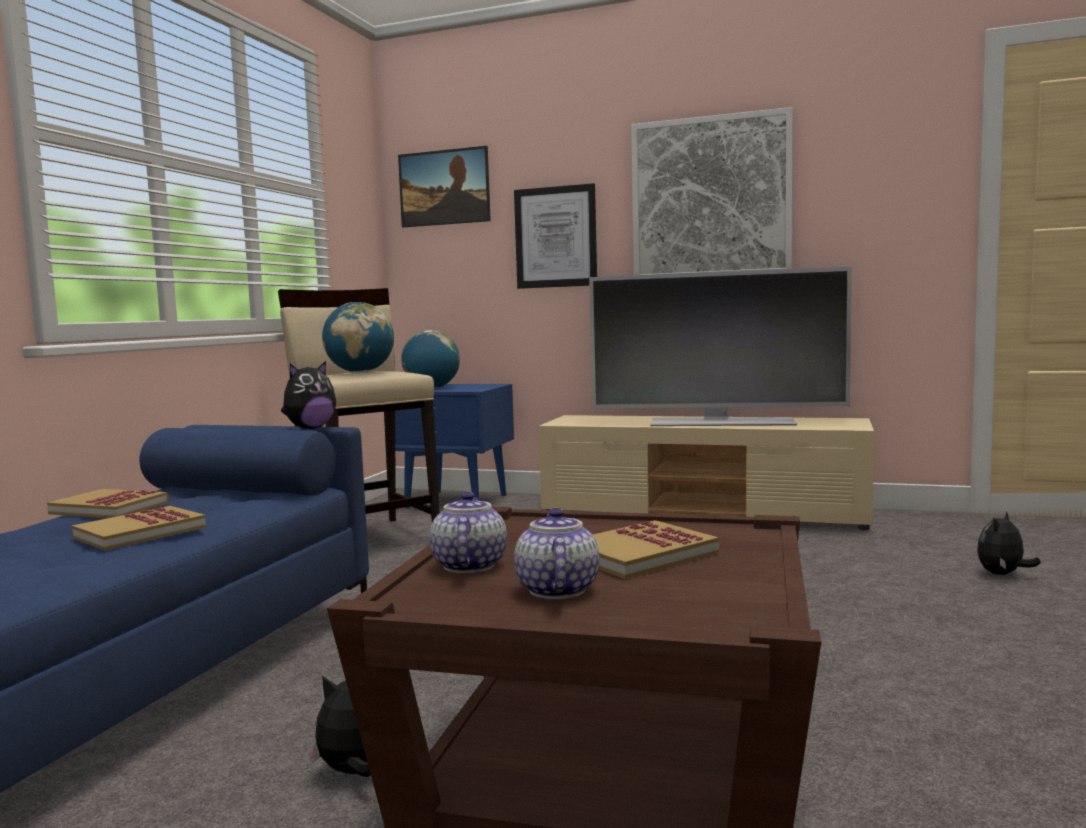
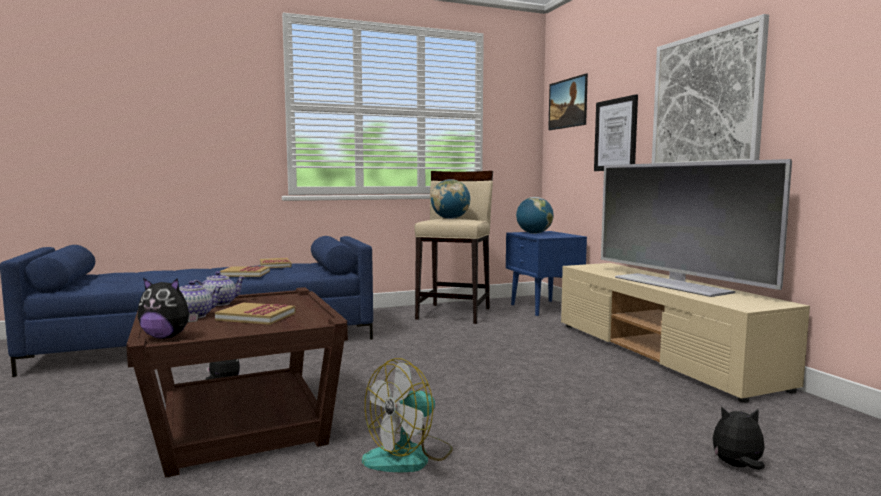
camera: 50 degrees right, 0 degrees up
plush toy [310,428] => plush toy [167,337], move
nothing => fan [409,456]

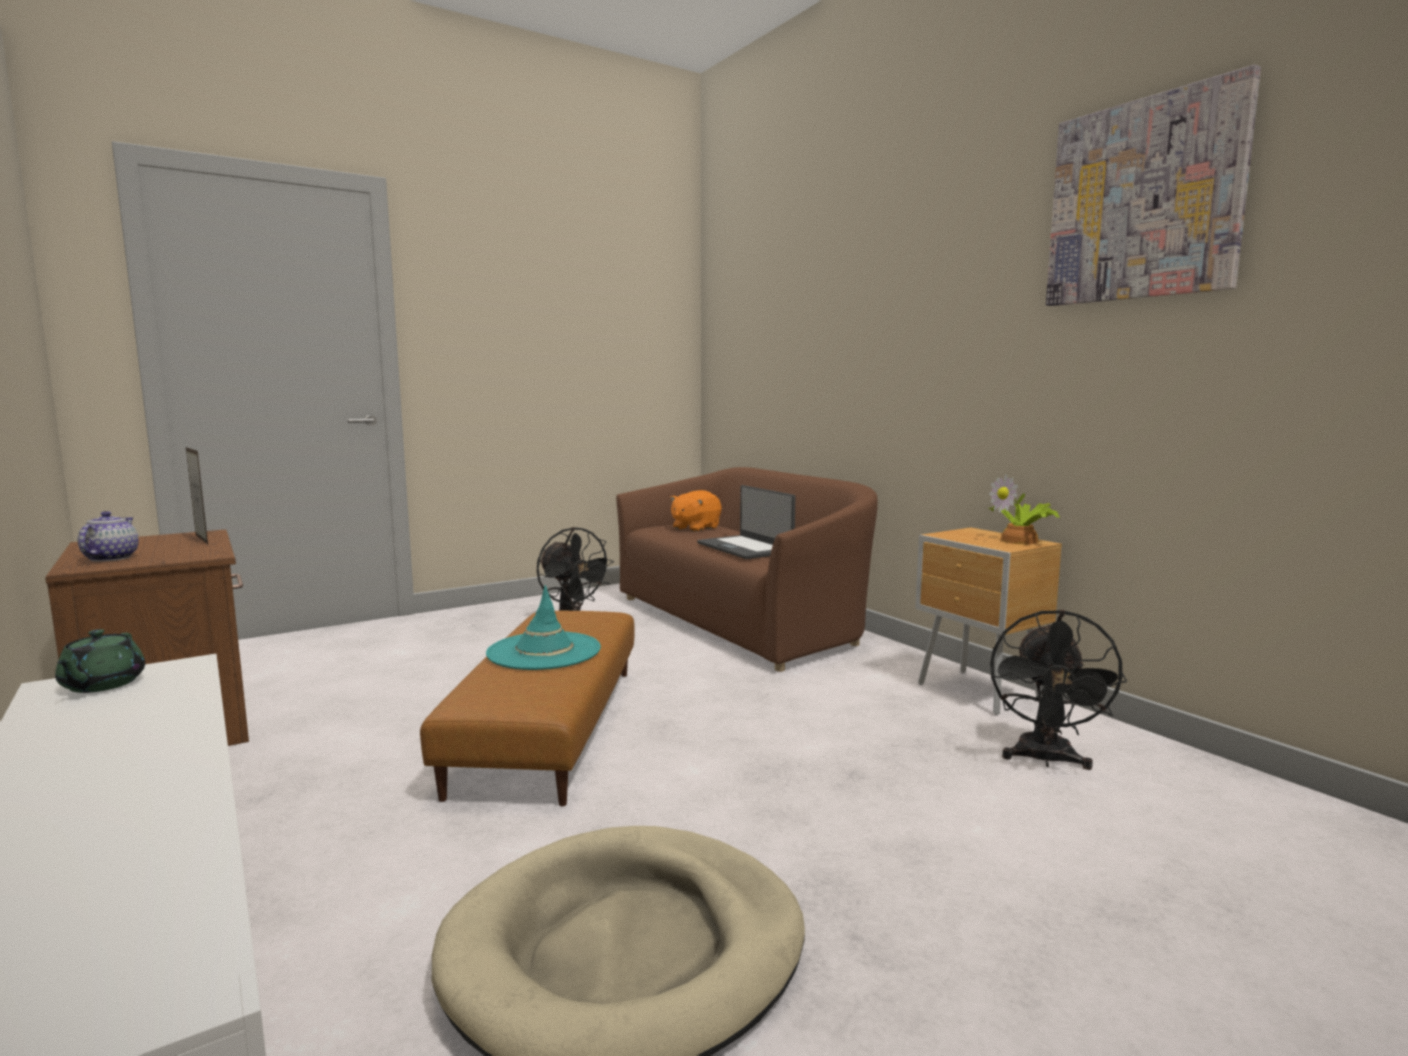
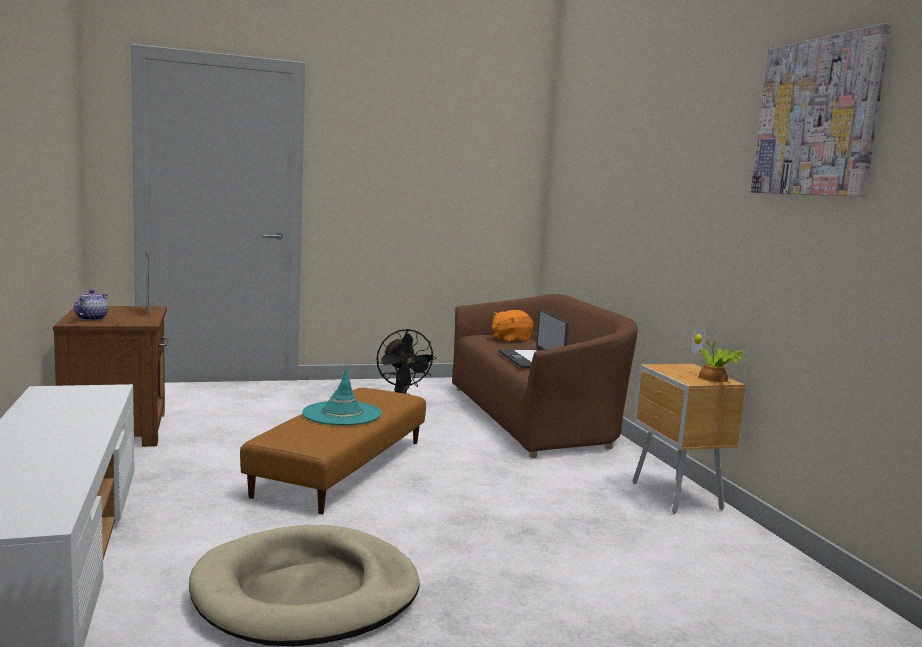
camera: 15 degrees right, 0 degrees up
teapot (green) [101,685] => nothing
fan (black) [1045,760] => nothing

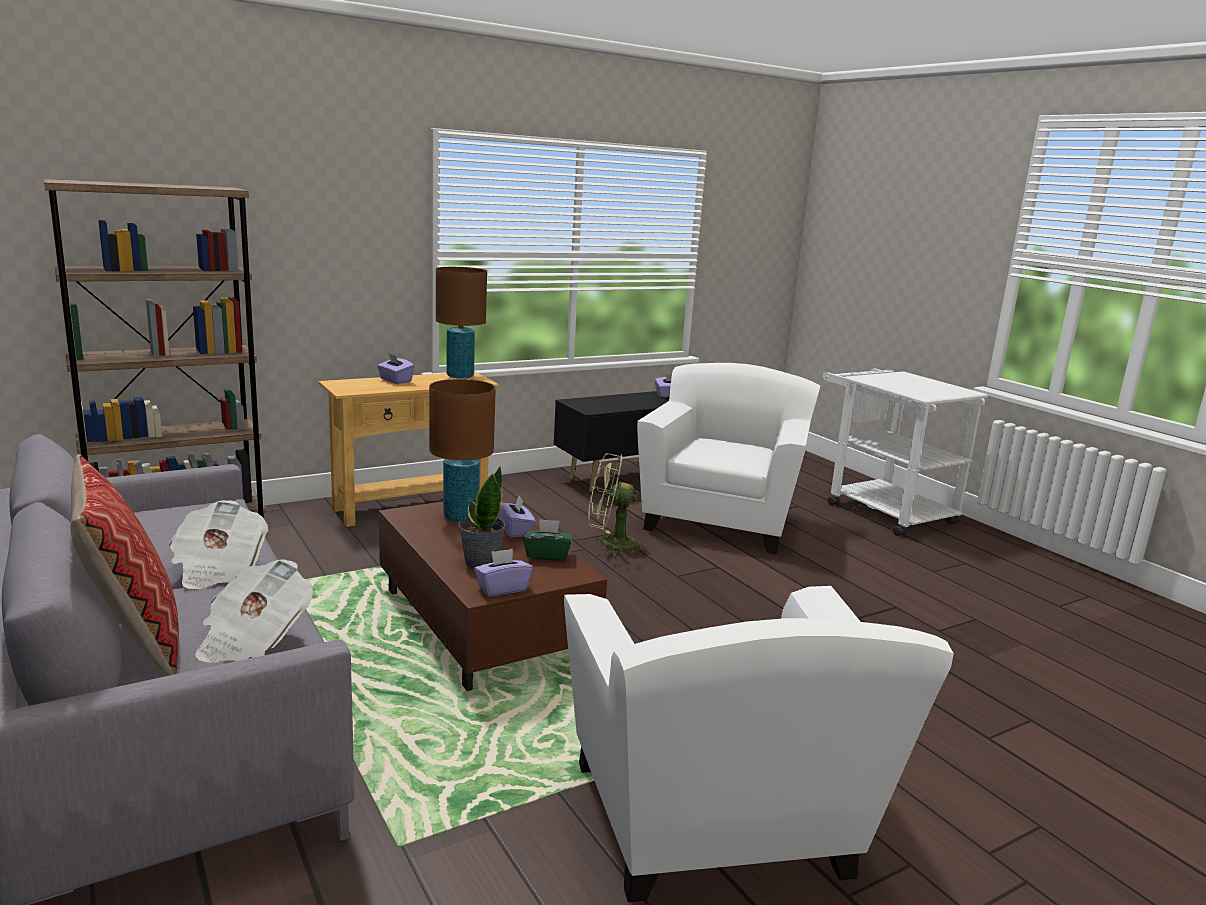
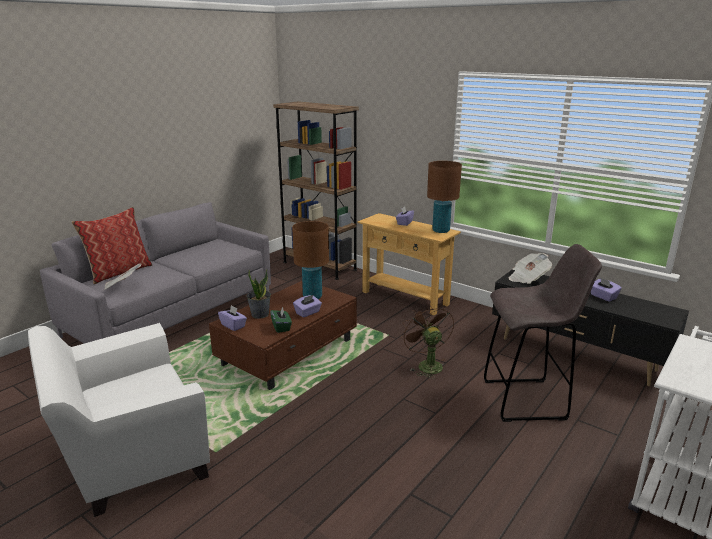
camera: 70 degrees right, 5 degrees up
fan (green) [610,543] => fan (brown) [426,365]
armchair (white) [721,520] => stool (grey) [527,400]
newspaper [218,568] => newspaper [528,278], move

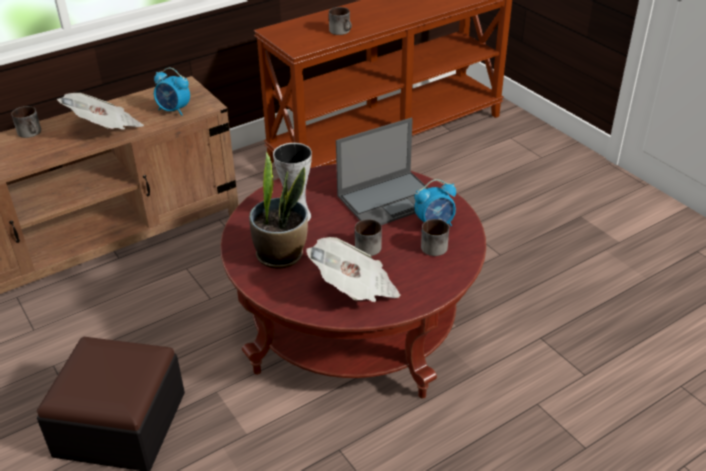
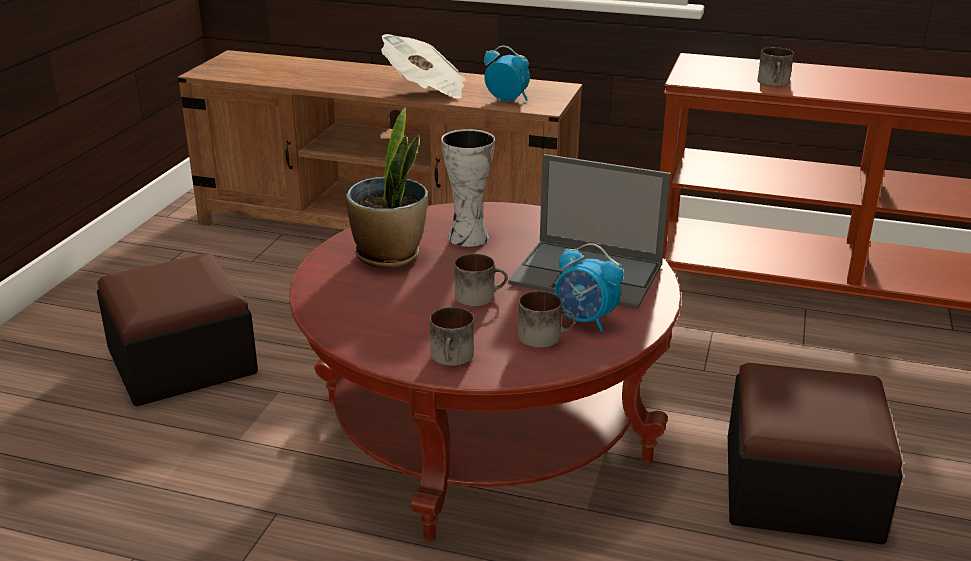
camera: 50 degrees right, 10 degrees down
mug [32,132] => mug [453,358], move
alarm clock [174,110] => alarm clock [507,99], 135 degrees clockwise
nothing => ottoman [801,488]
newspaper [355,289] => nothing

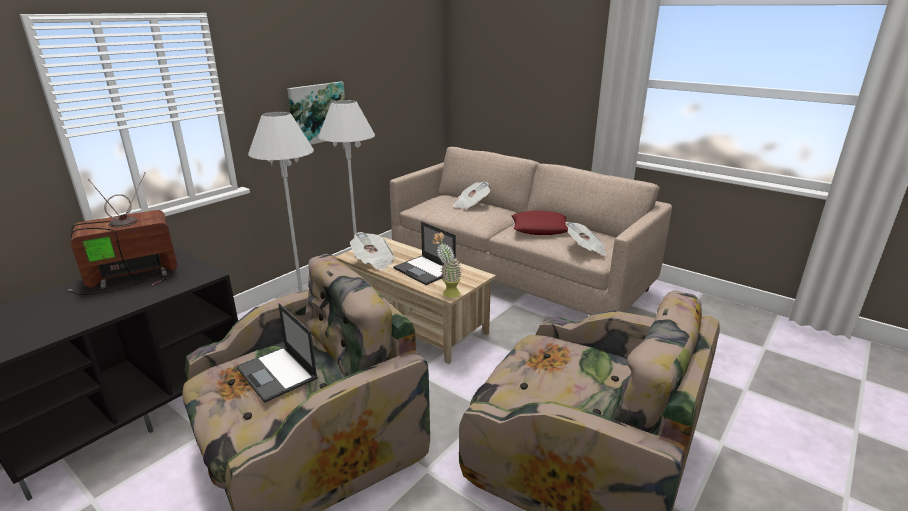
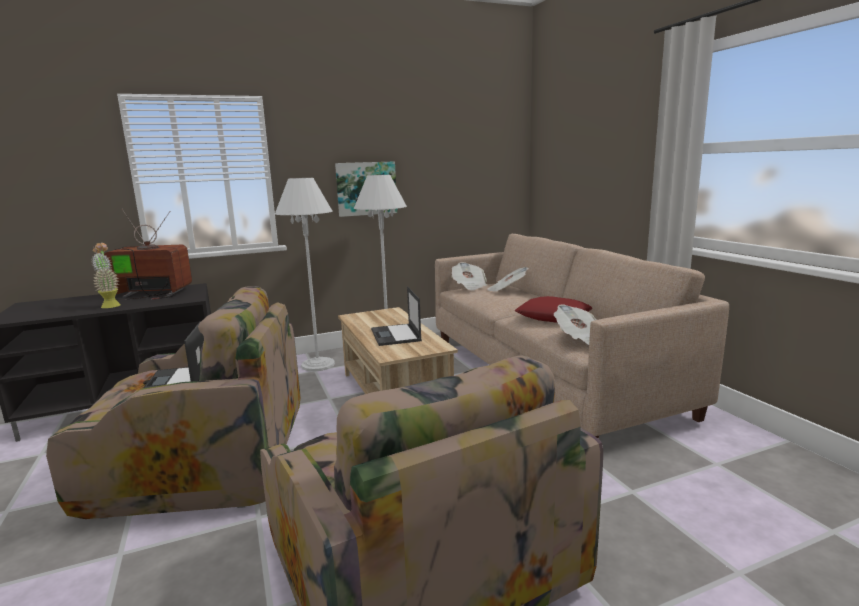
camera: 30 degrees right, 10 degrees down
potted plant [447,292] => potted plant [110,305], move
newspaper [373,261] => newspaper [469,286], move

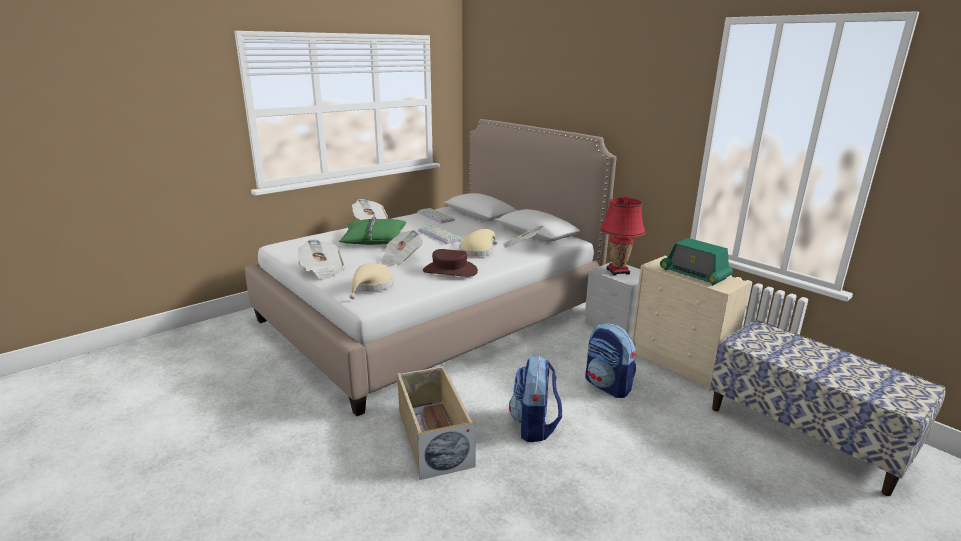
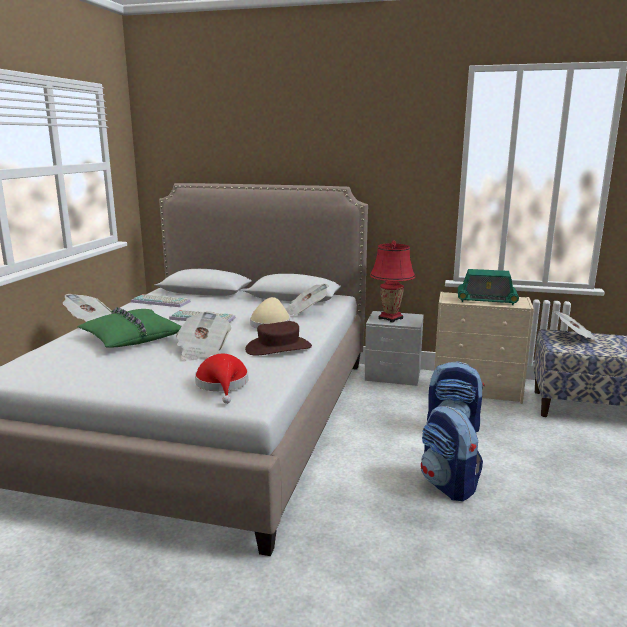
camera: 35 degrees left, 5 degrees down
hat (beige) [371,286] => hat (red) [223,384]
newspaper [322,271] => newspaper [575,338], move
storage box (beige) [433,437] => nothing

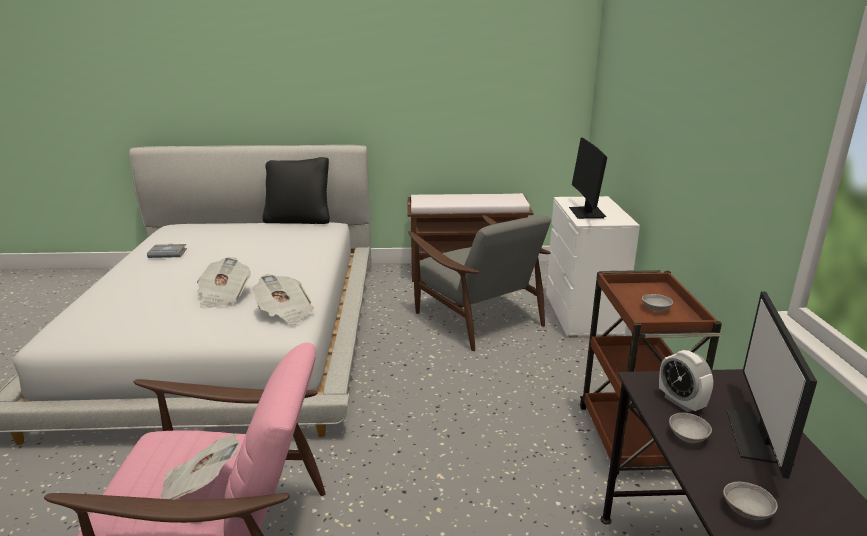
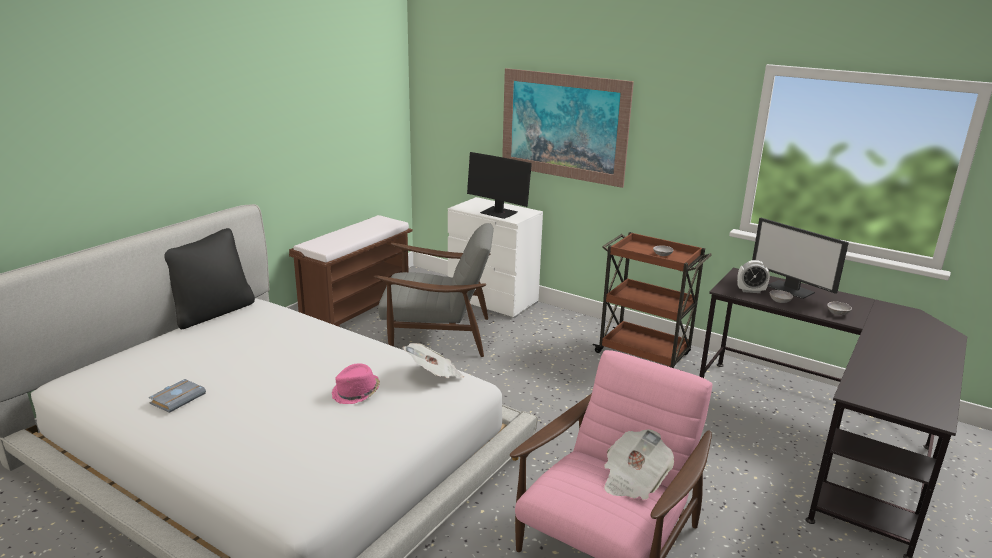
camera: 55 degrees left, 0 degrees up
newspaper [223,296] => hat (pink) [356,393]
nothing => picture [563,126]

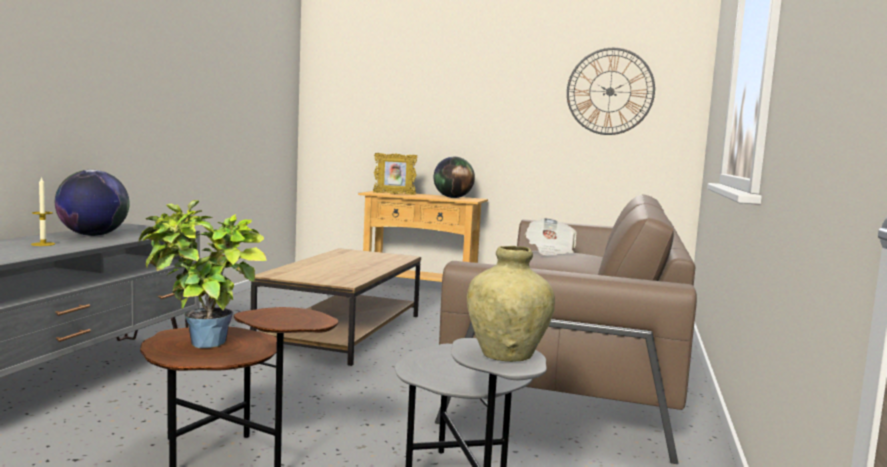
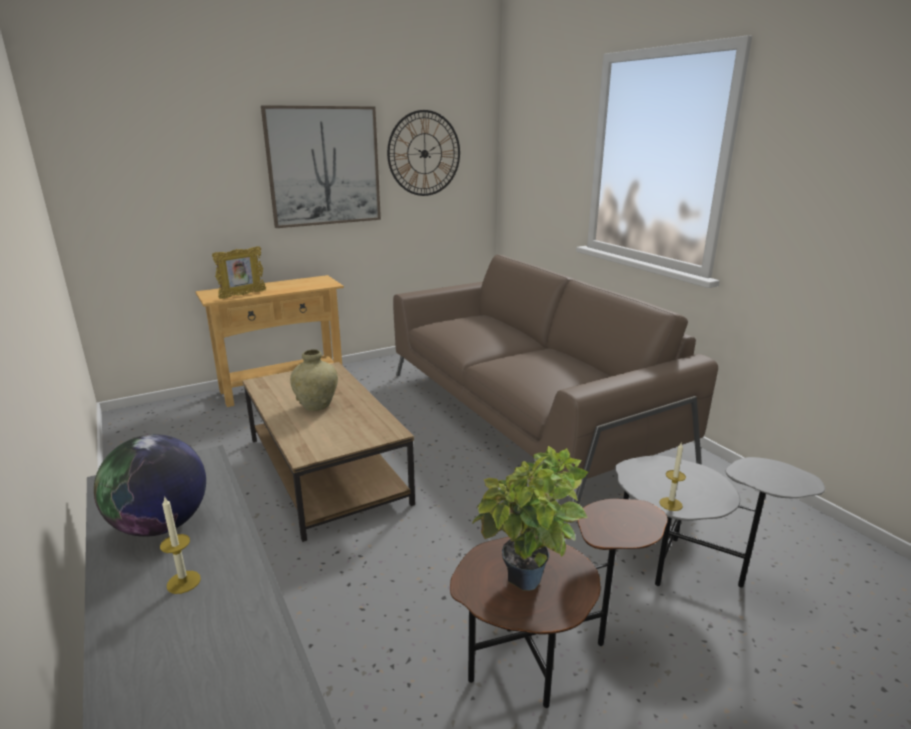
camera: 45 degrees left, 15 degrees up
nothing => picture [324,166]
vase (beige) [507,355] => vase (beige) [317,406], move
nothing => candle [670,504]
globe [453,197] => nothing
newspaper [549,251] => nothing

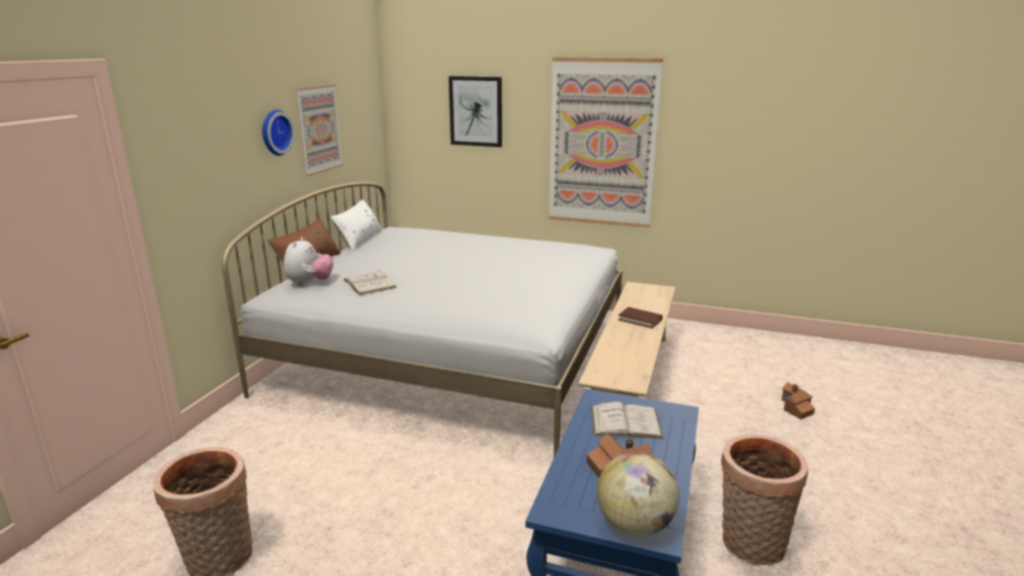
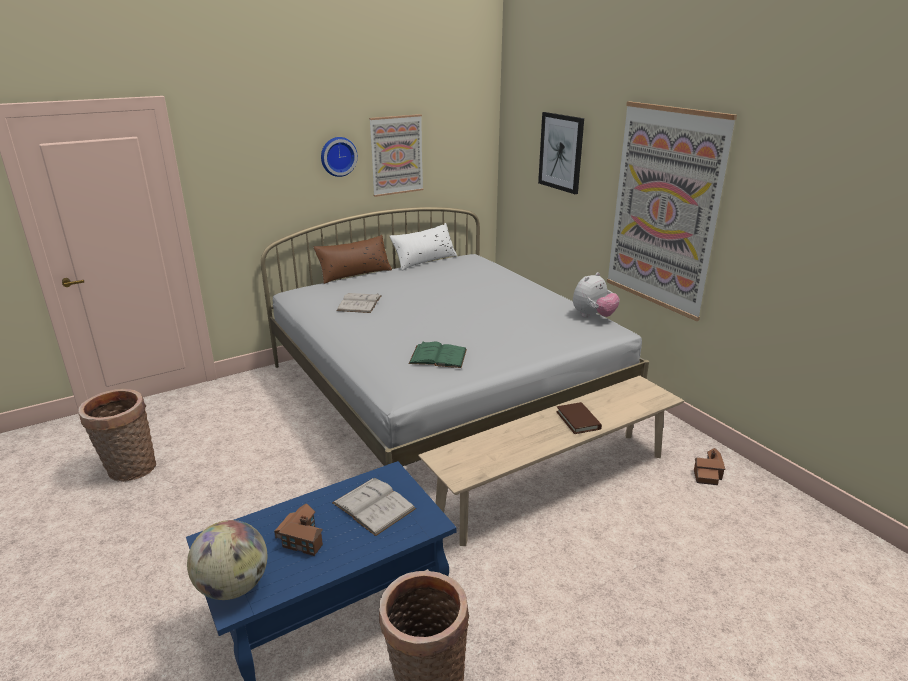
camera: 40 degrees right, 5 degrees up
nothing => book (green) [438,356]
plush toy [309,283] => plush toy [593,316], move
toy house [795,408] => toy house [707,473], move

